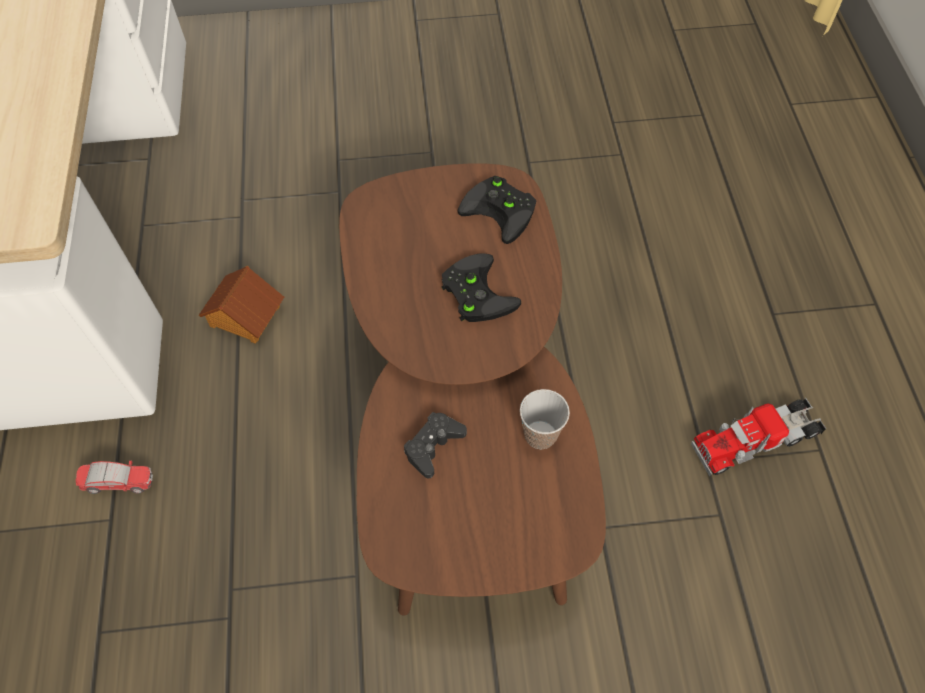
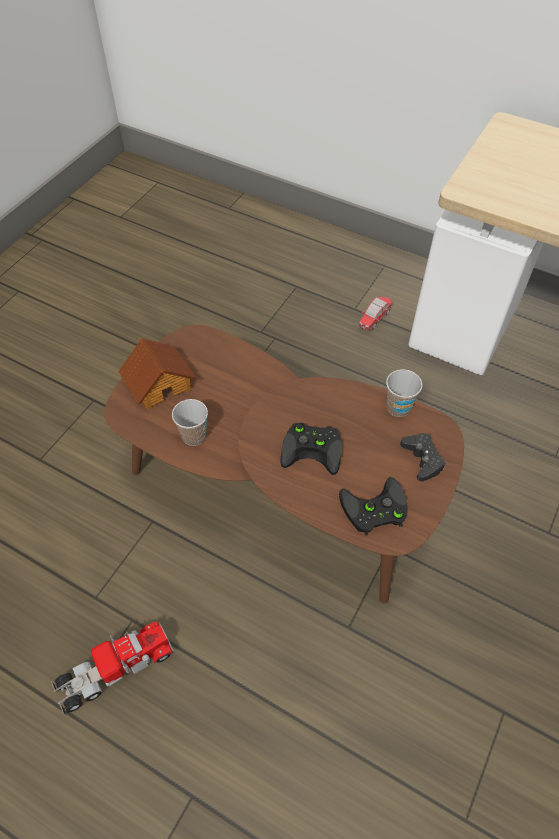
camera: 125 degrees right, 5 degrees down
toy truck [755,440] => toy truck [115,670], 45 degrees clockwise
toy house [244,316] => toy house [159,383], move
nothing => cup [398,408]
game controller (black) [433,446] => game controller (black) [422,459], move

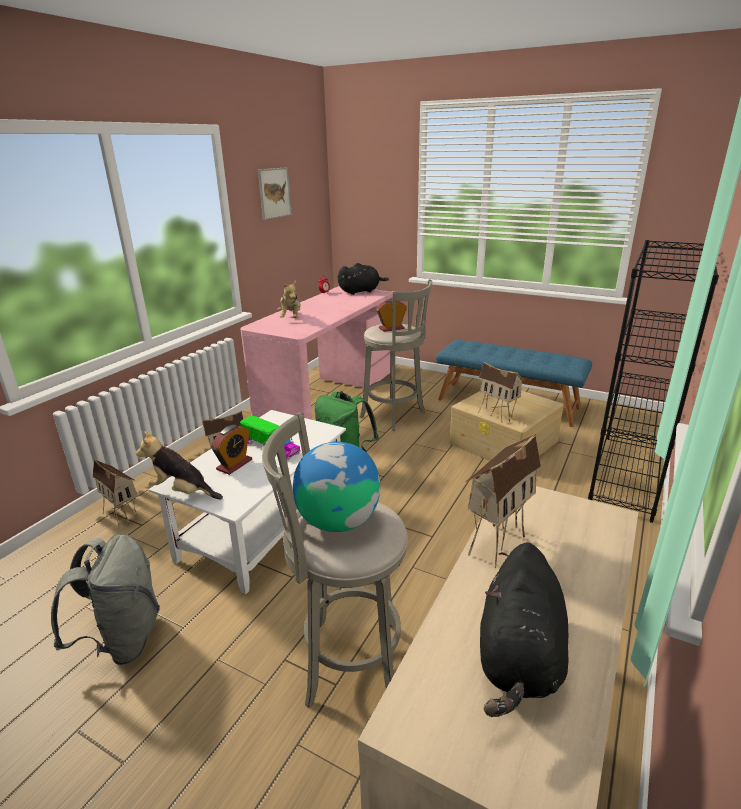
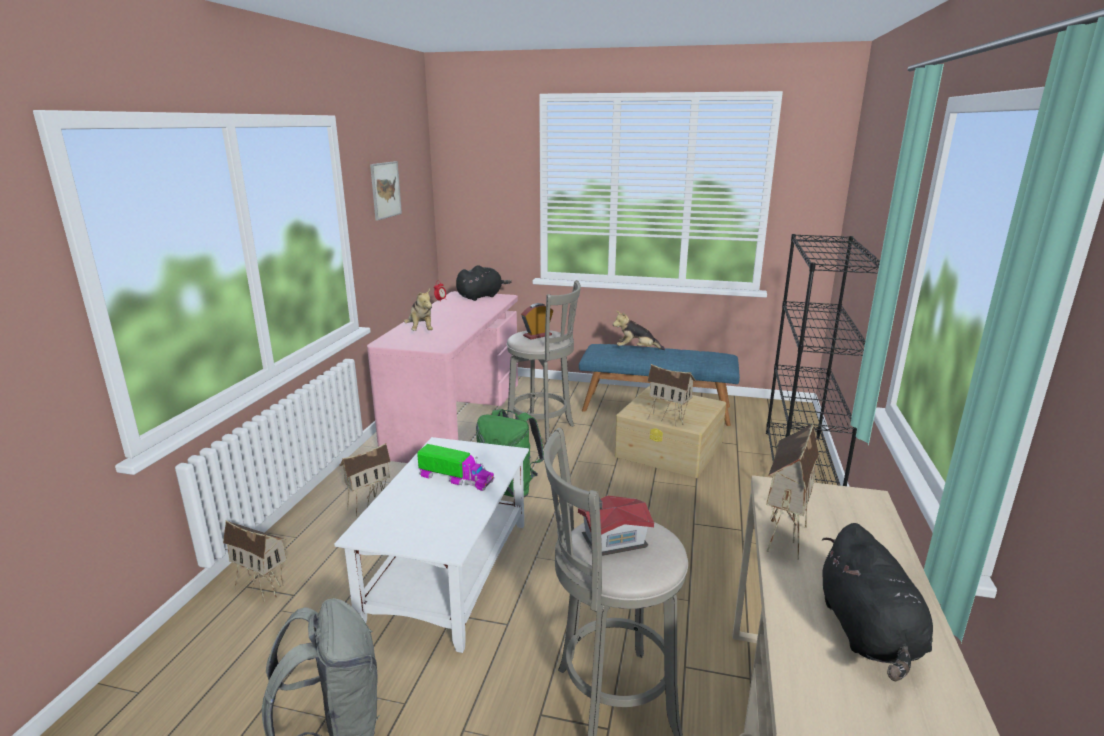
camera: 15 degrees left, 5 degrees down
globe [338,521] => toy house [611,540]
plush toy [182,492] => plush toy [636,349], move
alarm clock [234,465] => nothing

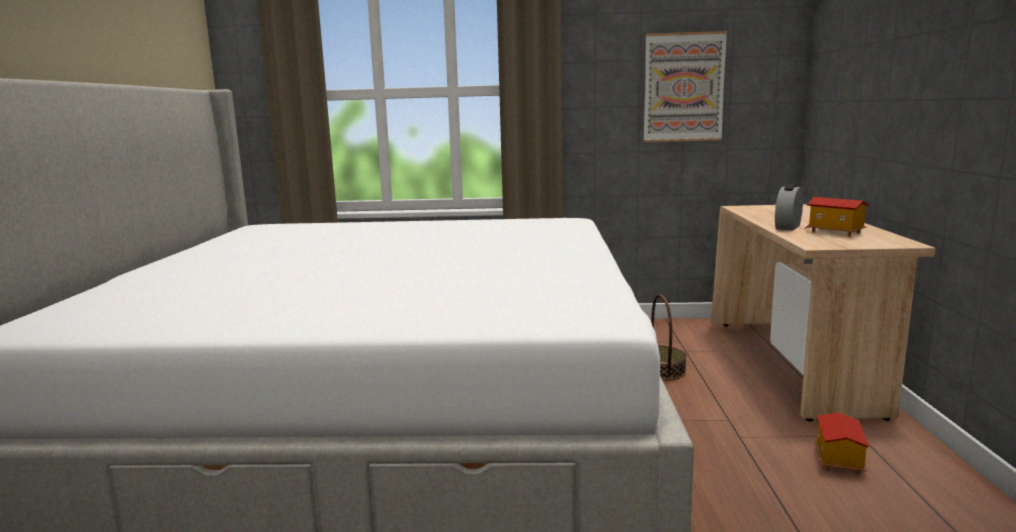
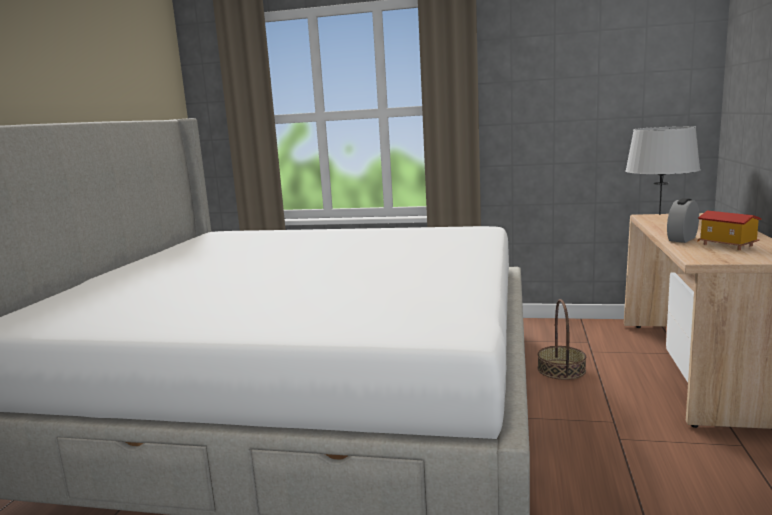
camera: 10 degrees right, 0 degrees up
nothing => table lamp (grey) [659,214]
picture [683,87] => nothing
toy house [837,460] => nothing

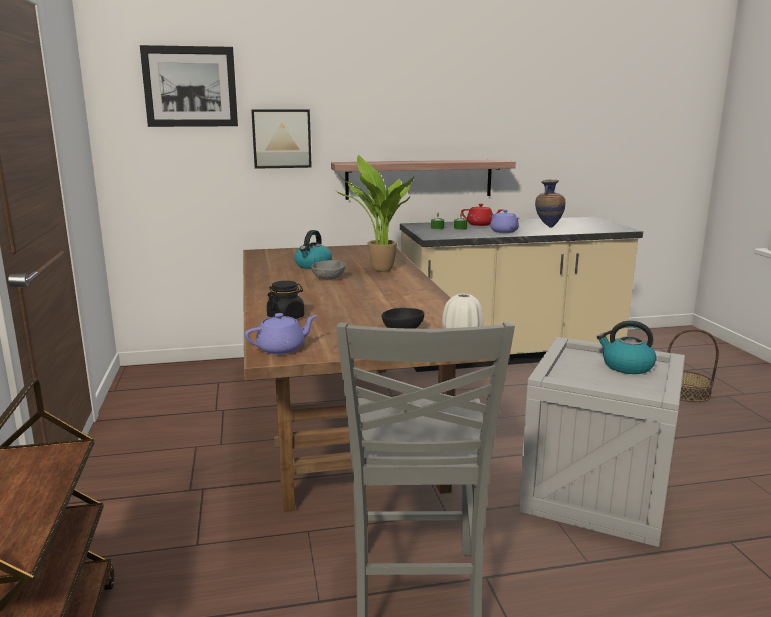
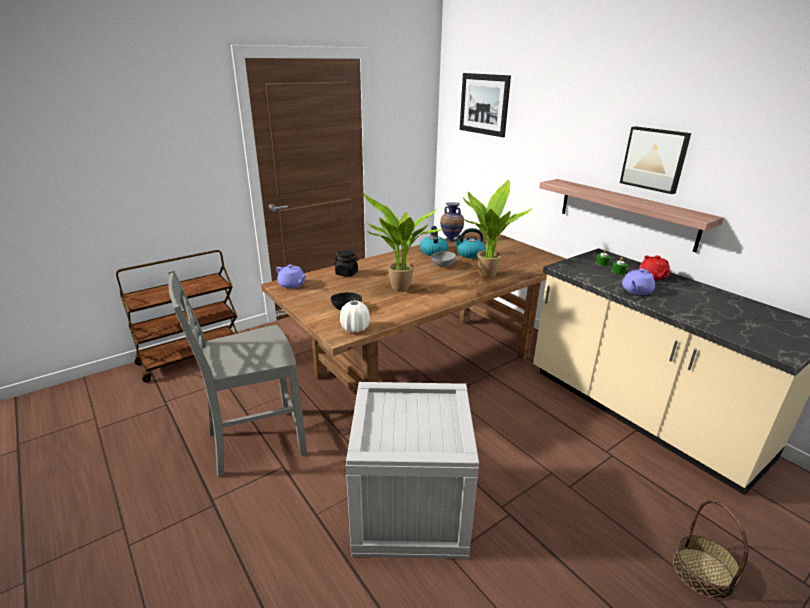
camera: 65 degrees right, 10 degrees up
nothing => potted plant [399,290]
kettle [626,366] => kettle [433,252], move
vase [548,227] => vase [451,239], move
picture [281,138] => picture [655,159], move

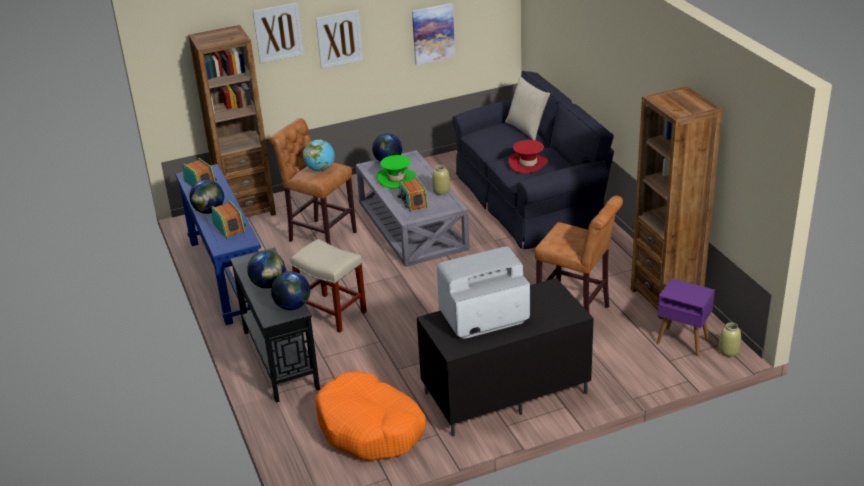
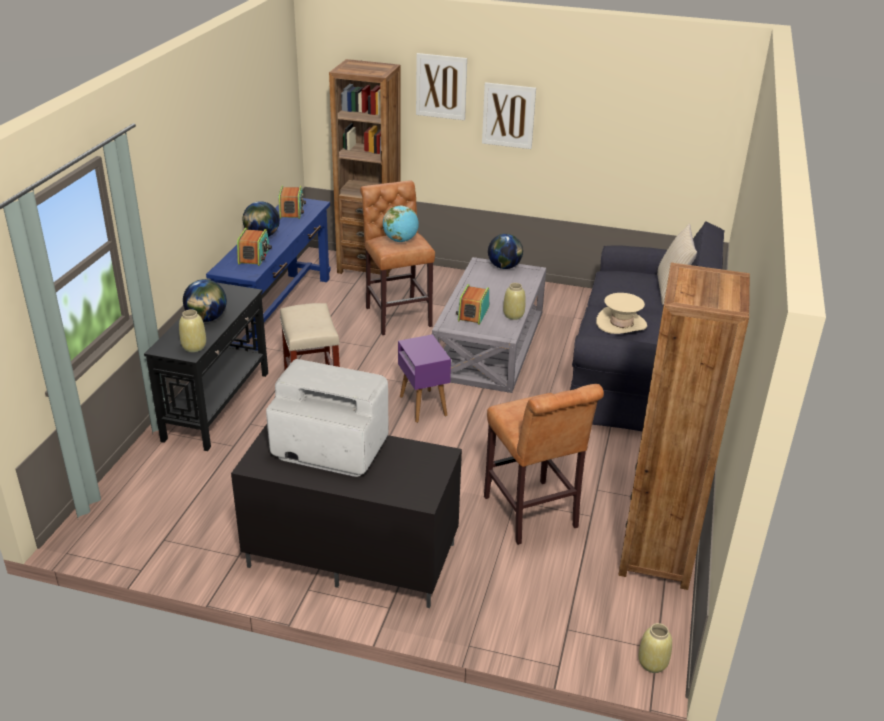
camera: 35 degrees right, 0 degrees up
globe [293,306] => vase (beige) [194,347]
side table (purple) [681,341] => side table (purple) [423,405], move
hat (red) [528,164] => hat (beige) [621,324]
dog bed (orange) [370,428] => nothing
hat (green) [396,179] => nothing
picture [433,33] => nothing

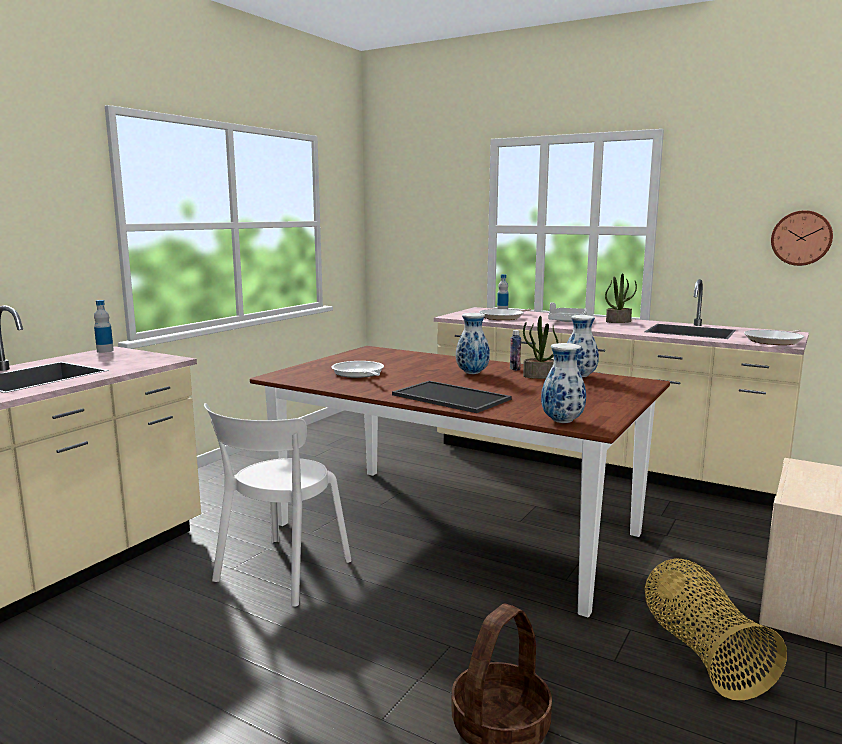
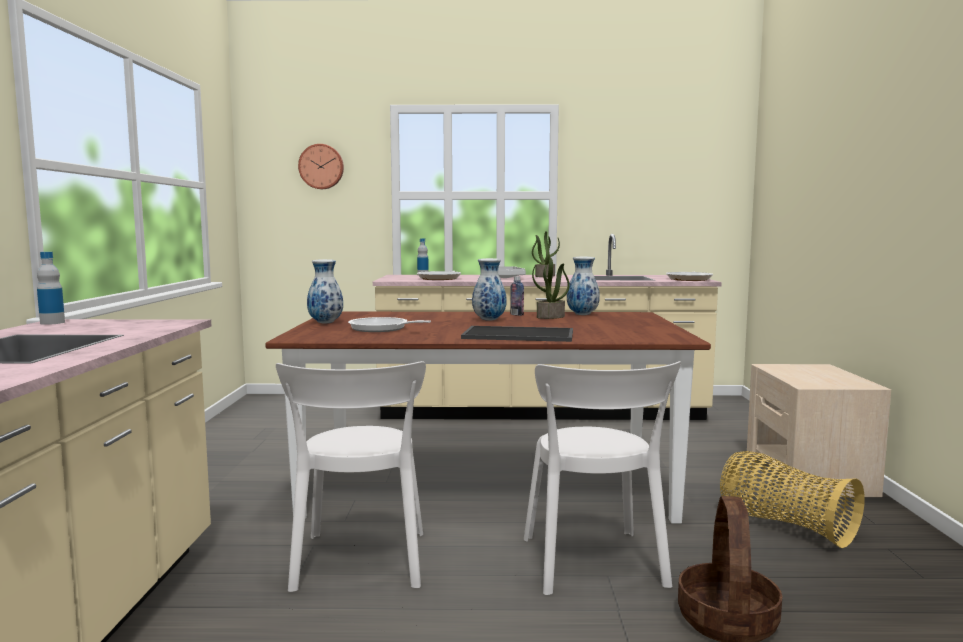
camera: 30 degrees left, 5 degrees down
wall clock [801,238] => wall clock [321,166], move
vase [563,421] => vase [326,323], move
nothing => chair (white) [594,565]

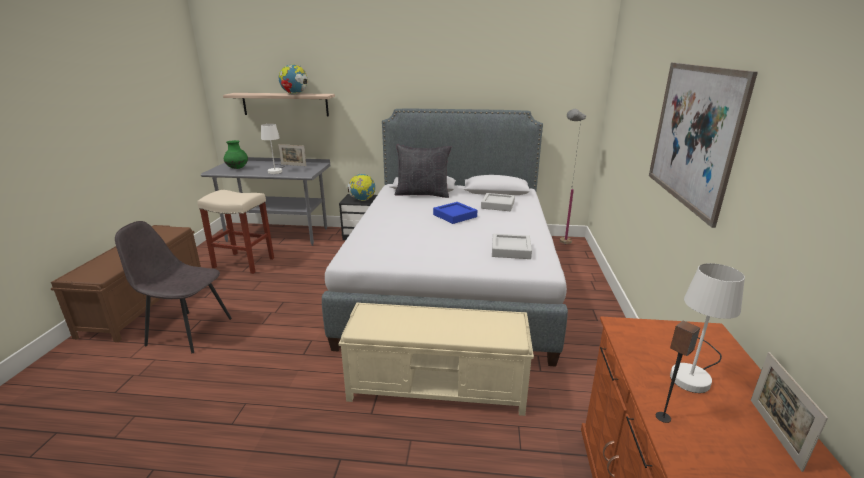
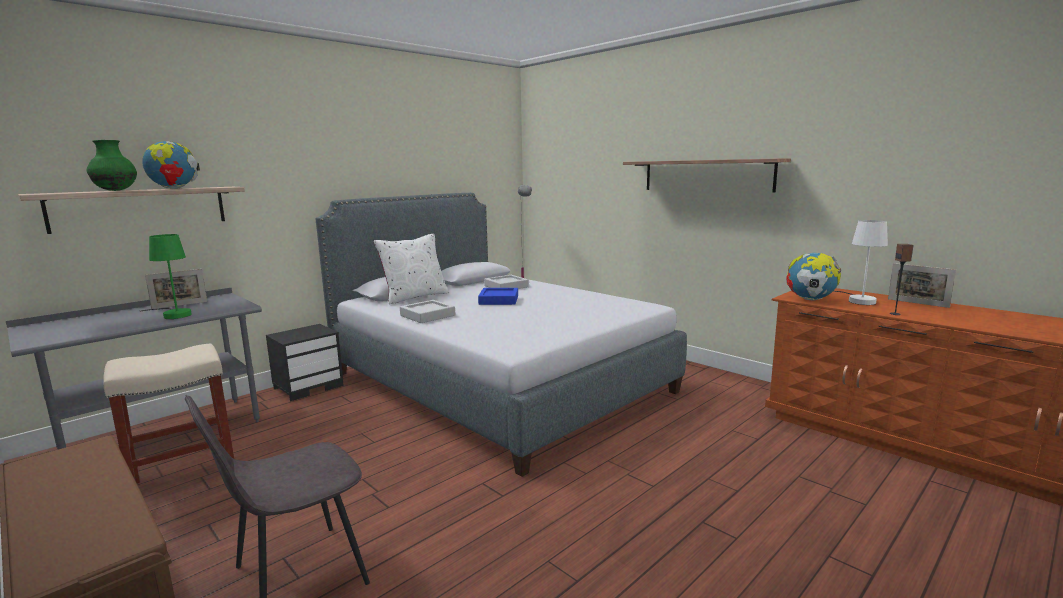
camera: 50 degrees left, 10 degrees down
vase (green) [237,168] => vase (green) [116,190], move
table lamp (white) [276,171] => table lamp (green) [174,315]
pillow (black) [422,194] => pillow (white) [414,297]
tray (grey) [510,250] => tray (grey) [427,315], move
picture [692,135] => shelf [706,175]
globe [362,200] => globe [810,299], move
bench (beige) [438,387] => nothing

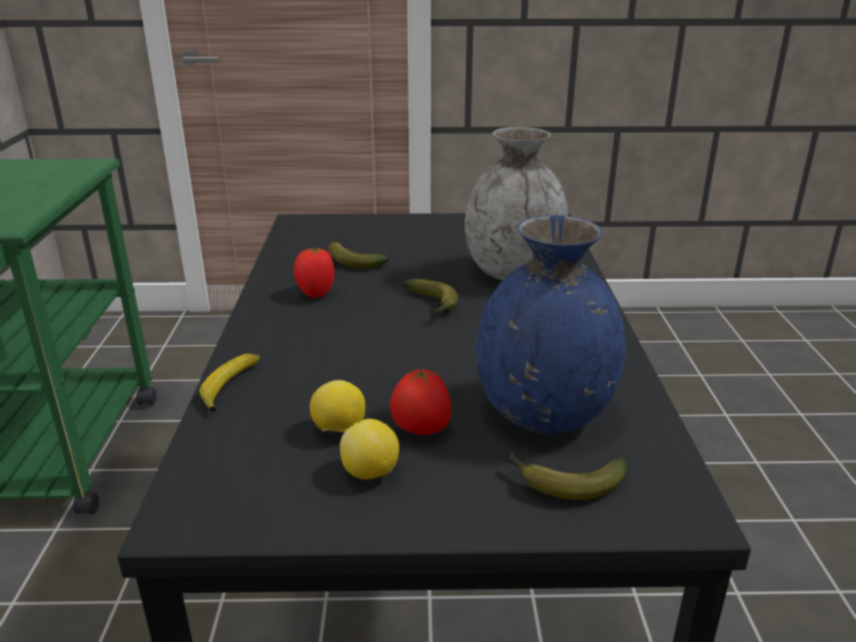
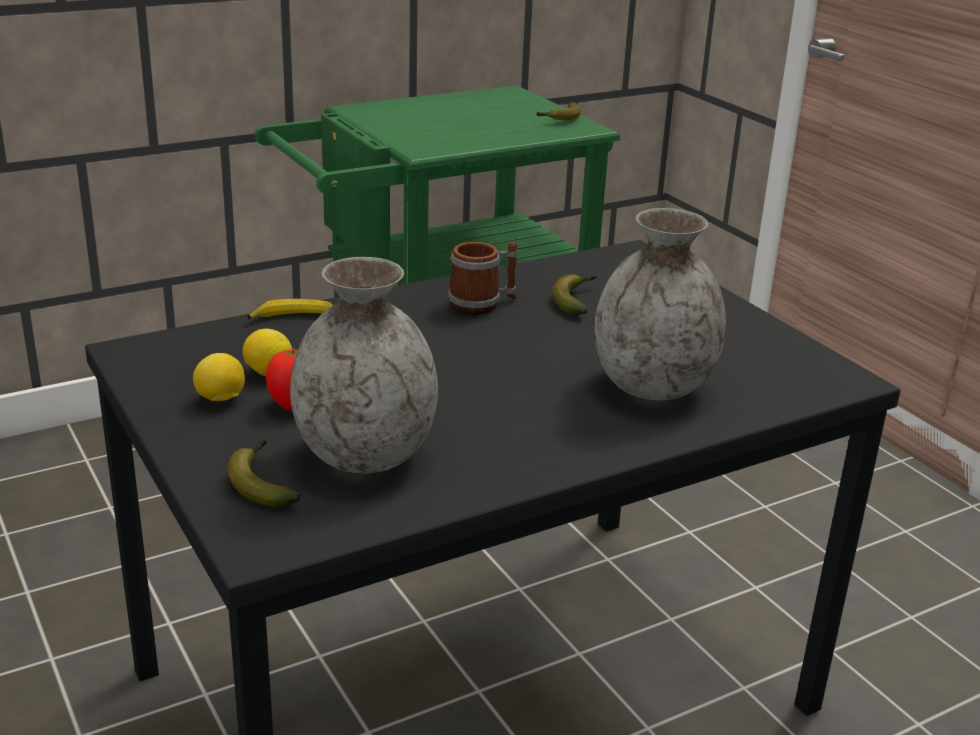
camera: 60 degrees right, 0 degrees up
vase (blue) [542,413] => vase (grey) [364,455]
tomato [316,293] => mug [483,304]
banana [433,305] => banana [560,118], move

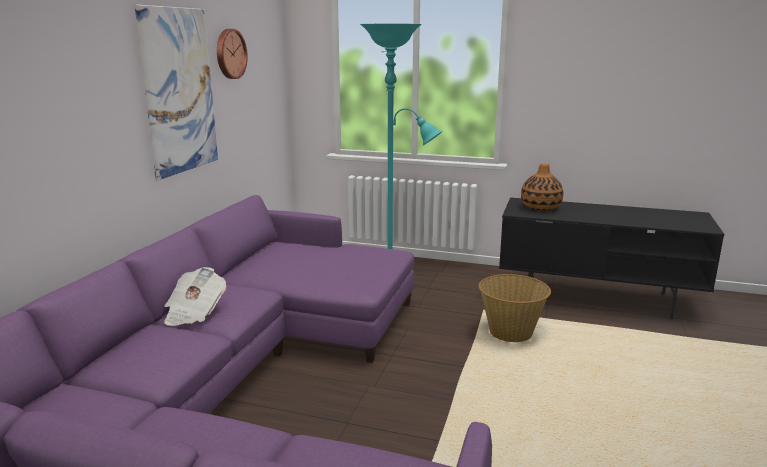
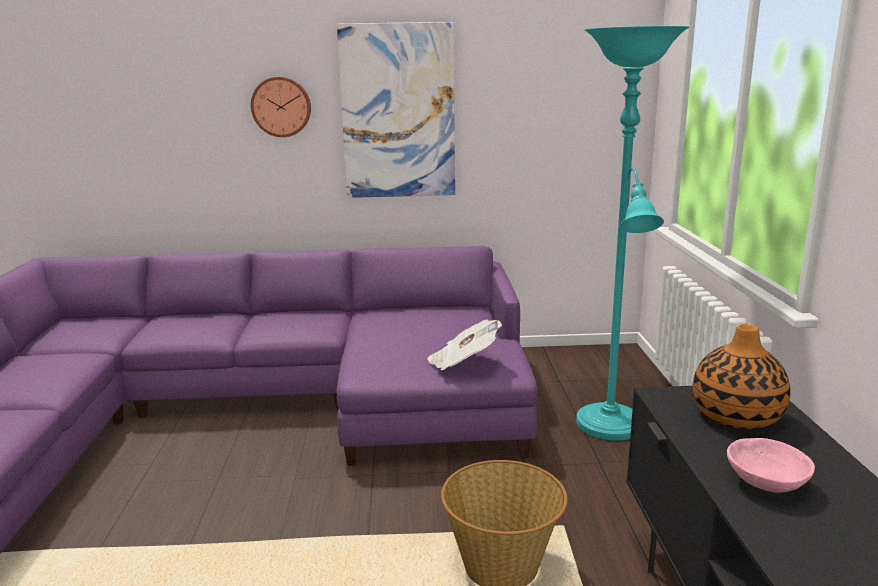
camera: 70 degrees right, 0 degrees up
wall clock [229,54] => wall clock [281,106], move
newspaper [194,312] => newspaper [463,362], move
nothing => bowl (pink) [764,483]

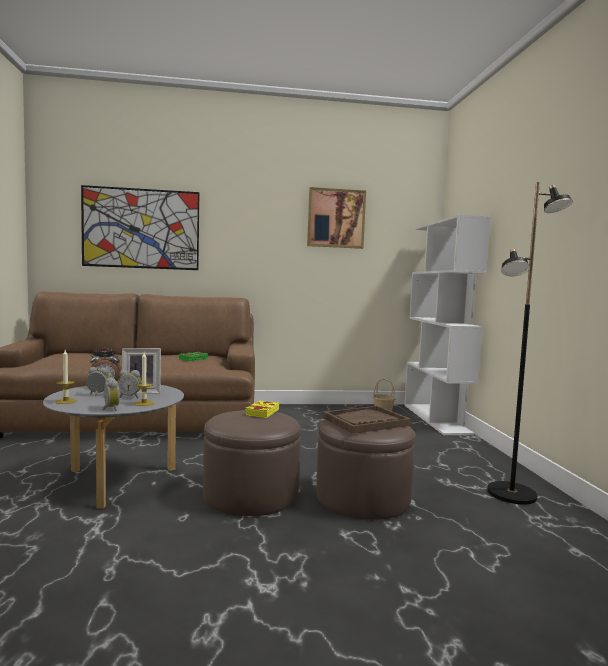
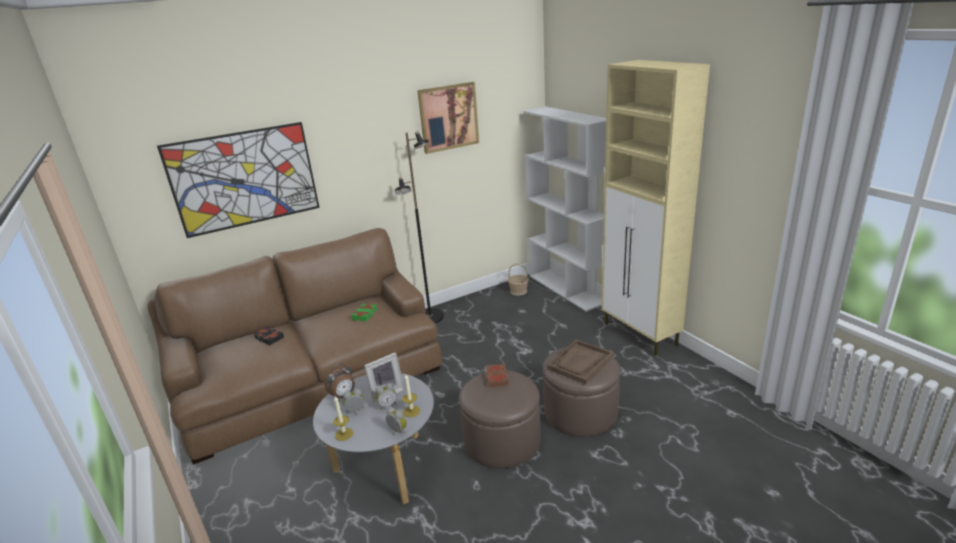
camera: 20 degrees left, 20 degrees up
floor lamp (black) [512,494] => floor lamp (black) [430,317], move
book (yellow) [262,412] => book (brown) [496,378]
nothing => cabinet (beige) [640,335]

